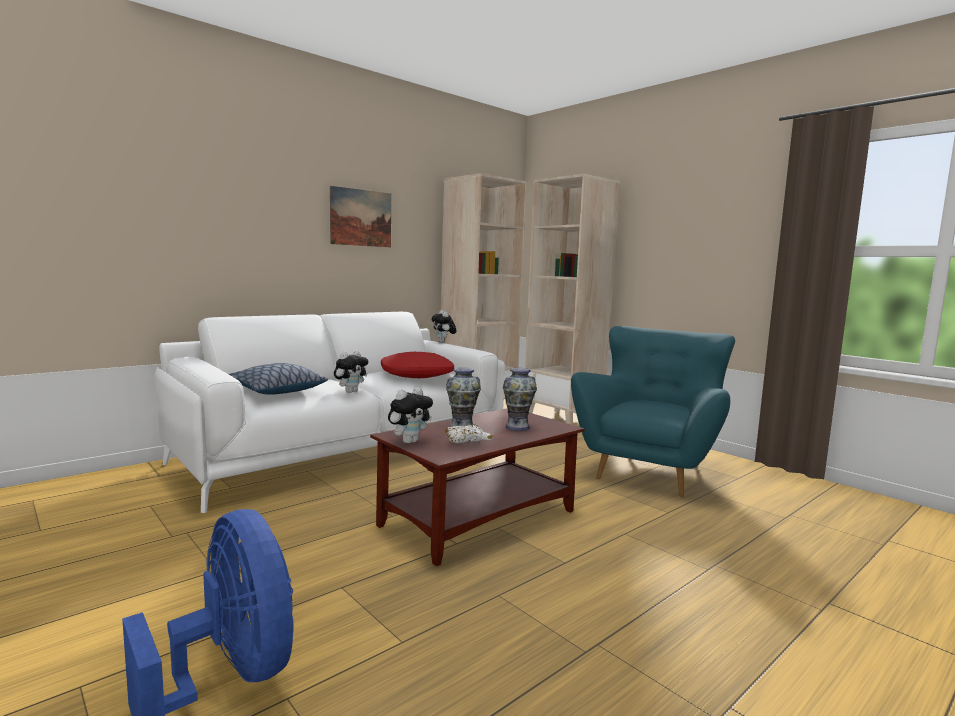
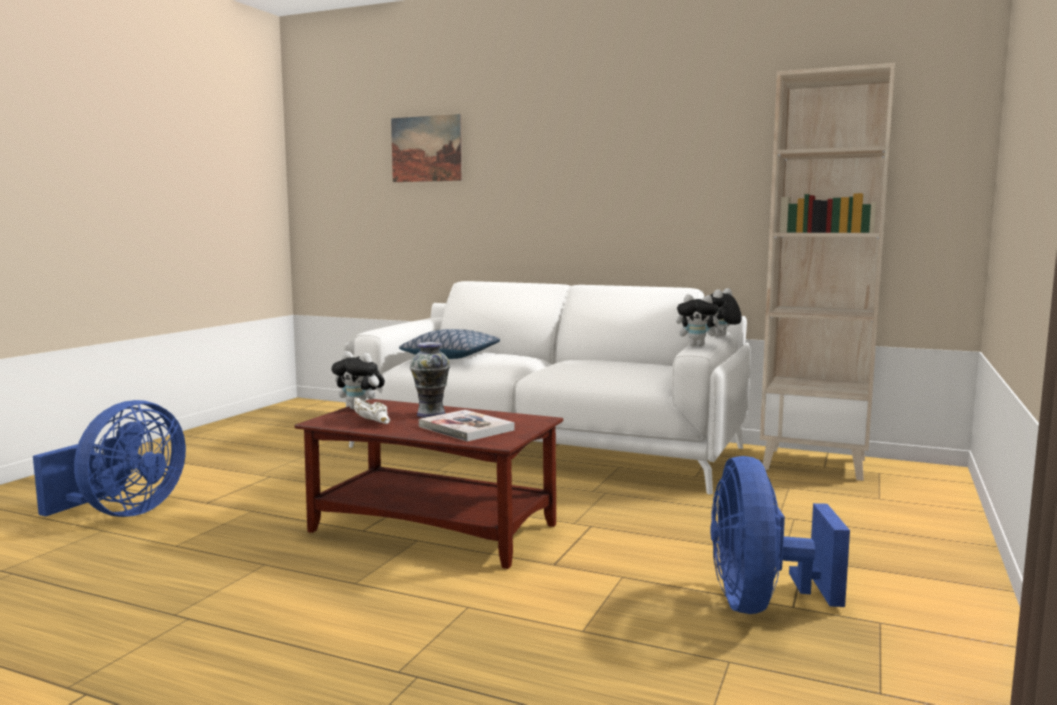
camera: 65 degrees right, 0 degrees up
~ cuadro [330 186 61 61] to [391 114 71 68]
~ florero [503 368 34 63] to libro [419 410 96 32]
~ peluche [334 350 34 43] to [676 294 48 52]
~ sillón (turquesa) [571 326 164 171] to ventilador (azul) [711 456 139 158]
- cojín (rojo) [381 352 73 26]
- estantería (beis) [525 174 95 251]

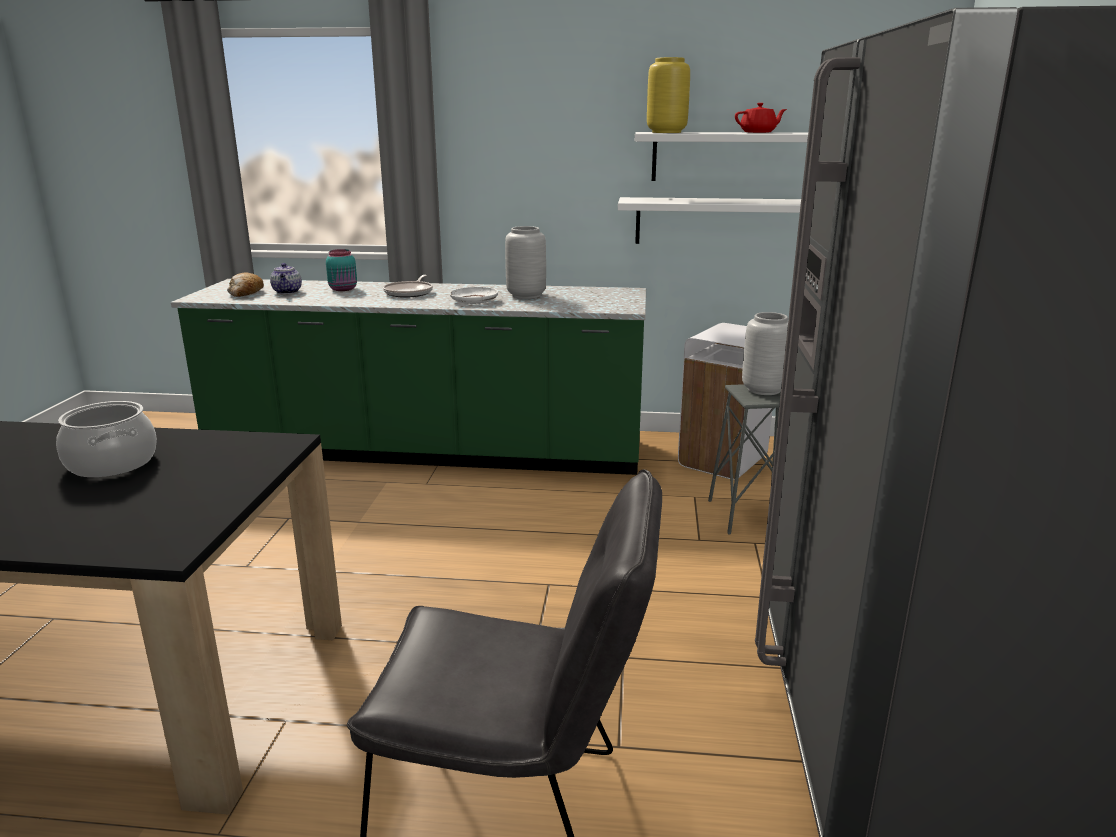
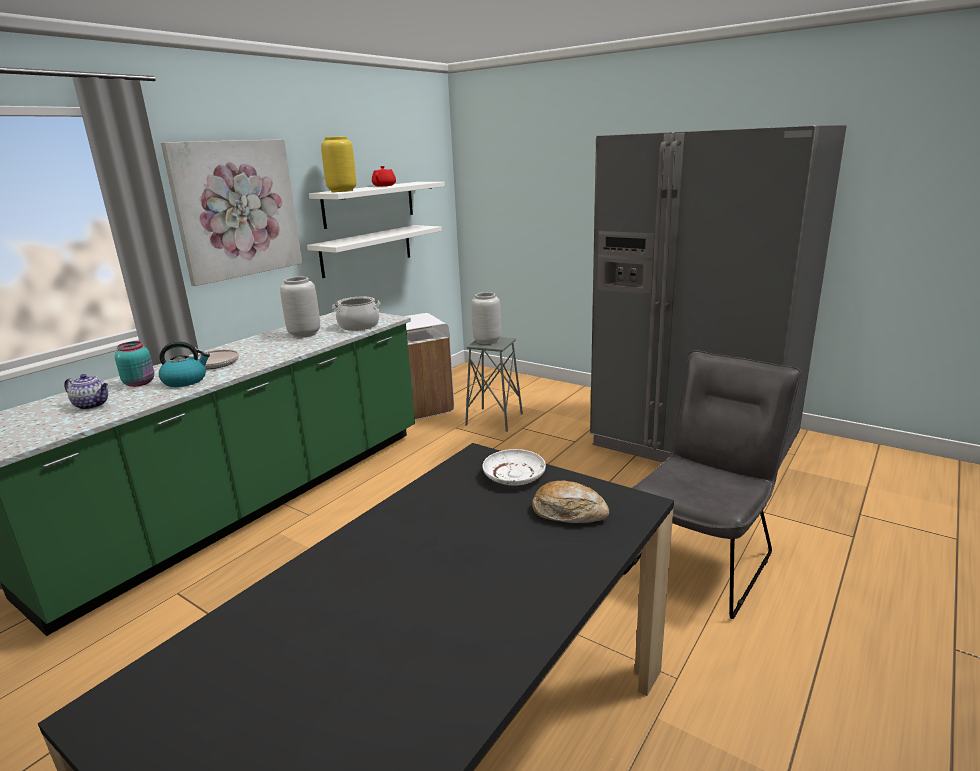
camera: 60 degrees left, 0 degrees up
+ hervidor [159 341 51 46]
+ cuadro [161 139 141 147]
~ olla [56 401 101 76] to [332 297 49 34]
~ plato (blanco) [450 287 48 17] to [483 449 63 36]
~ pan [227 273 37 24] to [532 480 77 43]

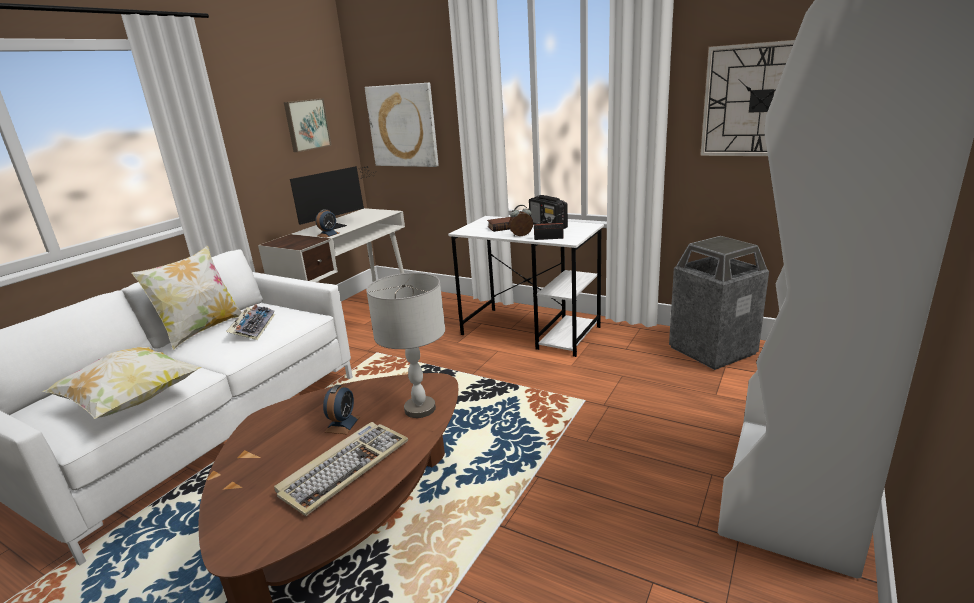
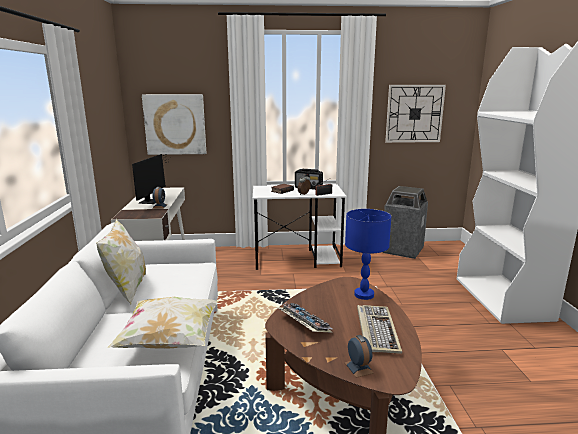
camera: 35 degrees left, 5 degrees down
~ teclado [226 304 49 36] to [277 303 57 30]
~ despertador [323 385 37 49] to [344 335 30 43]
~ lámpara de mesa (gris) [366 273 79 145] to lámpara de mesa (azul) [345 209 46 91]
- cuadro [284 98 48 54]

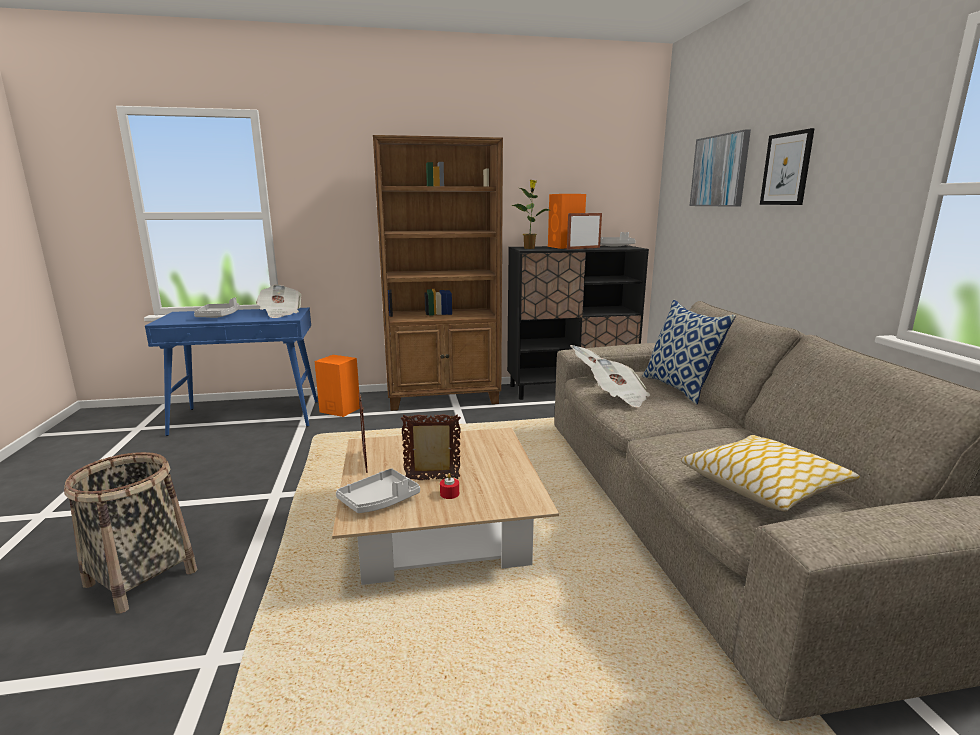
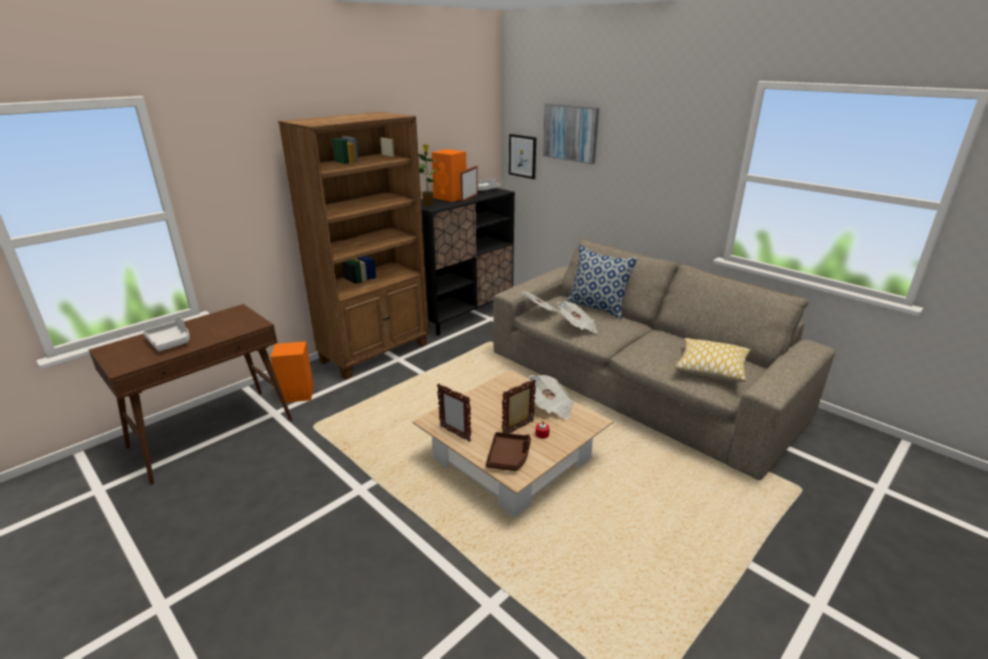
camera: 35 degrees left, 10 degrees up
~ mesa consola (azul) [145 308 173 128] to mesa consola (marrón) [89 304 203 180]
~ bandeja (gris) [336 468 84 45] to bandeja (marrón) [486 432 45 39]
~ cuadro [760 128 55 77] to [509 134 27 45]
~ periódico [256 285 46 33] to [529 375 45 44]
- cesta [64 452 133 162]

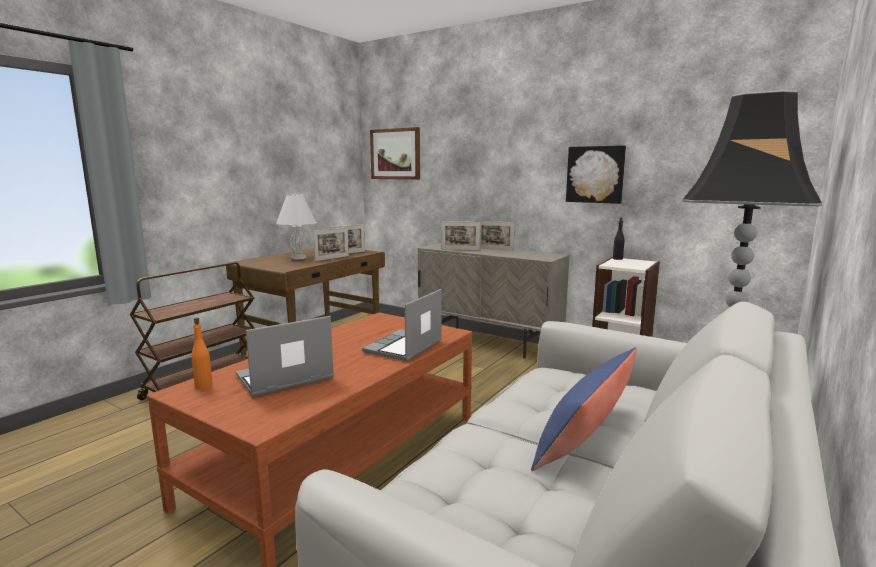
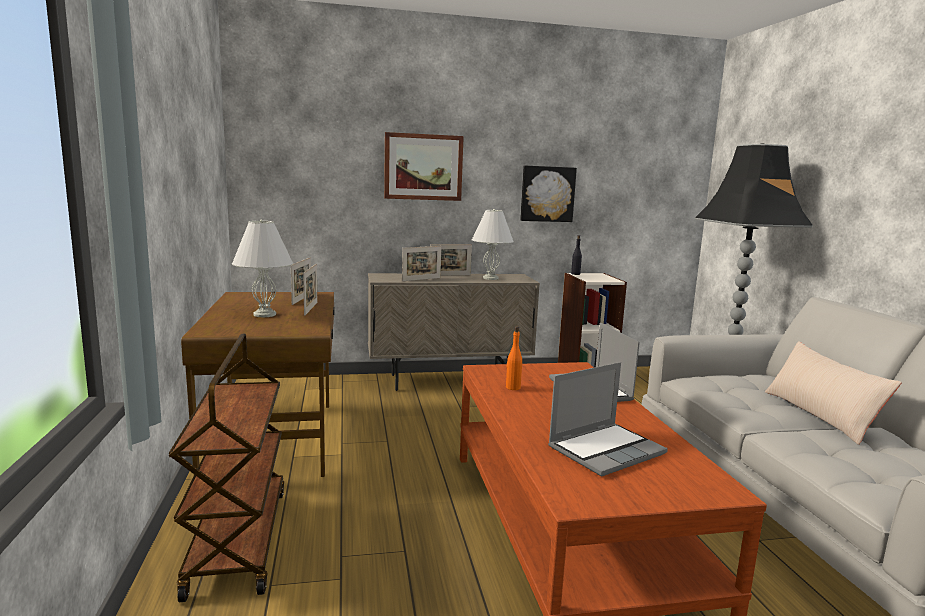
camera: 45 degrees left, 0 degrees up
~ cuadro [370 127 50 53] to [384 132 80 69]
+ lámpara de mesa (blanco) [472 209 42 71]
~ botella (naranja) [191 318 22 72] to [506 326 16 64]
~ portátil [236 316 98 81] = [548 362 120 115] 135 degrees counterclockwise
~ cojín (azul) [531 347 106 124] to cojín (beis) [765 341 137 104]

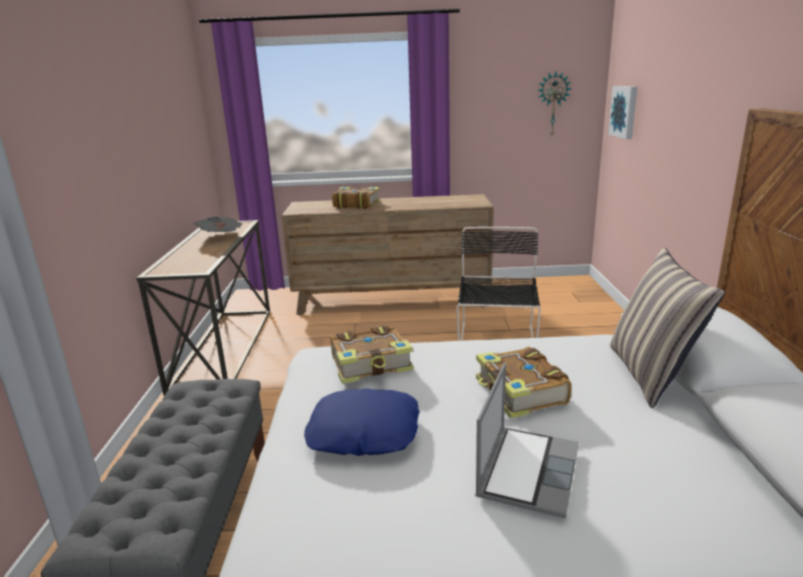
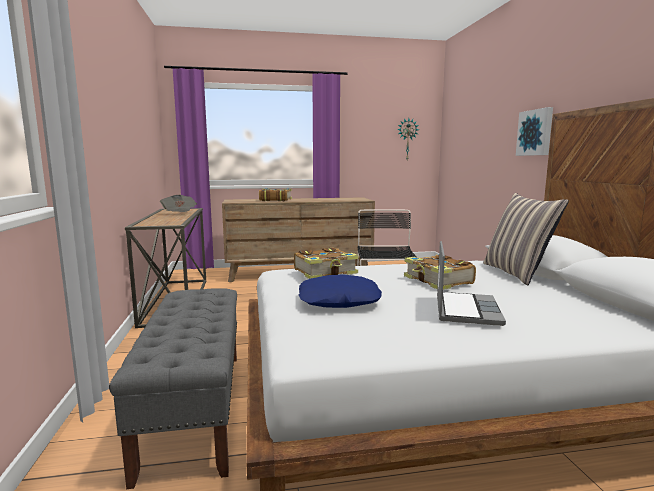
camera: 10 degrees left, 10 degrees down
~ cuadro [608 86 30 53] to [516 107 37 49]

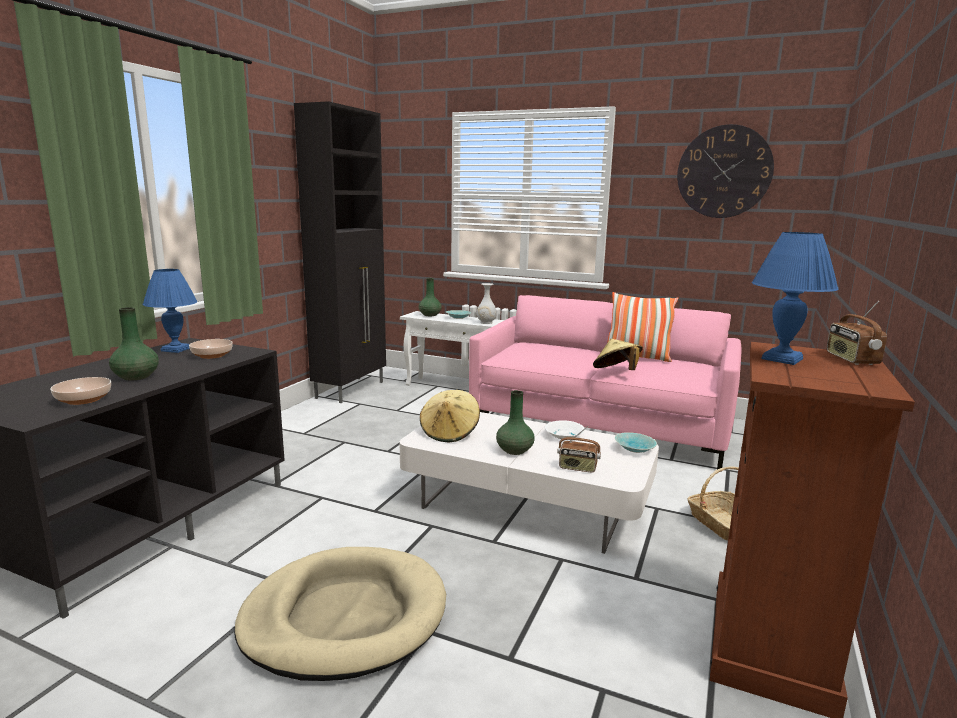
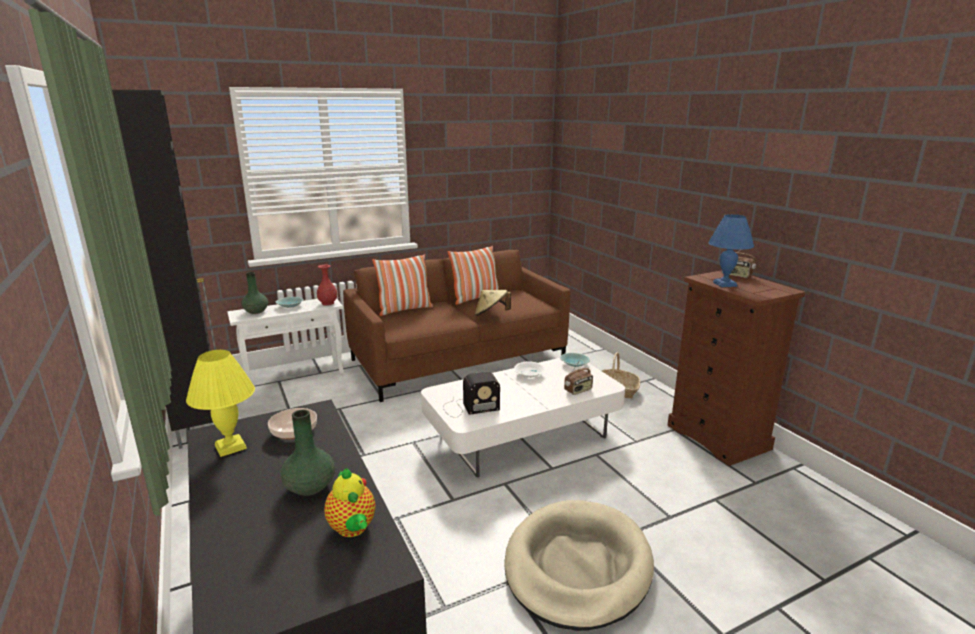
camera: 50 degrees left, 5 degrees up
~ lámpara de mesa (azul) [143 269 55 84] to lámpara de mesa (amarillo) [186 350 69 107]
~ florero (blanco) [477 283 20 41] to florero (rojo) [317 265 20 41]
~ cuenco [50 377 61 28] to tetera [324 468 52 69]
~ sofá (rosa) [469 295 273 177] to sofá (marrón) [343 250 228 152]
+ cojín [372 254 61 62]
~ sombrero (beis) [420 390 60 52] to radio [443 372 57 46]
- florero (verde) [496 390 39 65]
- reloj de pared [677 124 97 94]

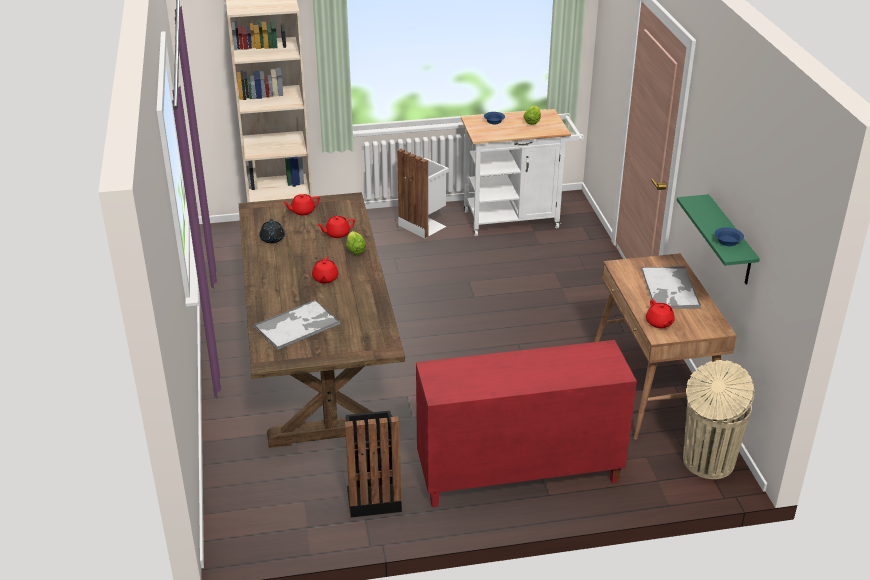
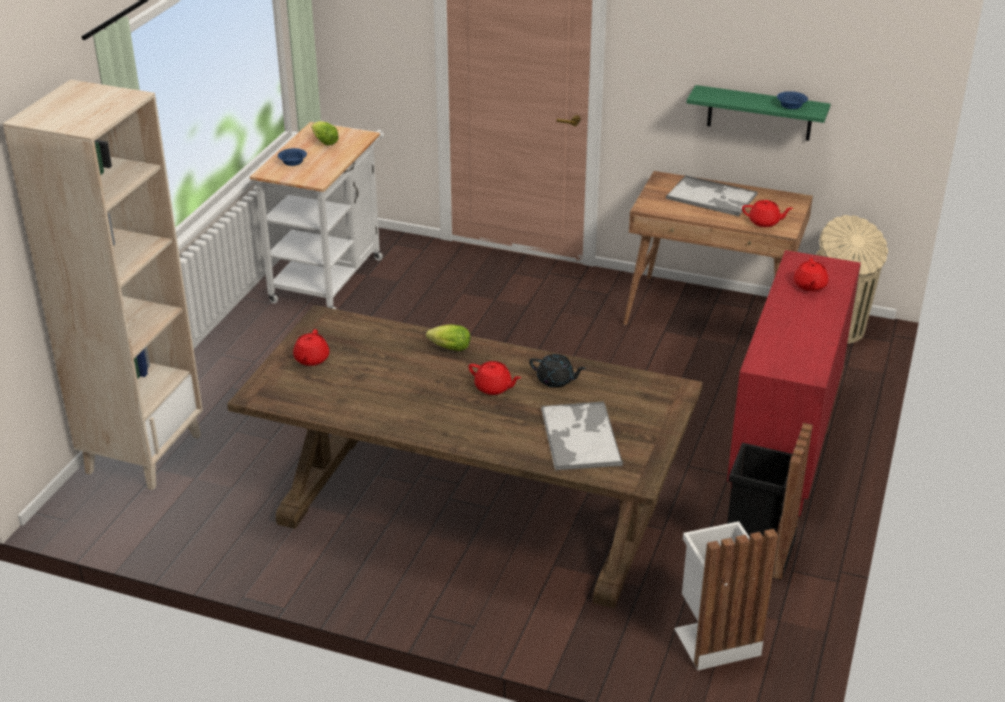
camera: 60 degrees left, 0 degrees up
~ tetera (negro) [260 219 25 24] to [529 354 57 34]
~ papelera (blanco) [397 149 52 89] to [674 521 105 149]
~ tetera (rojo) [317 216 38 22] to [794 258 34 33]

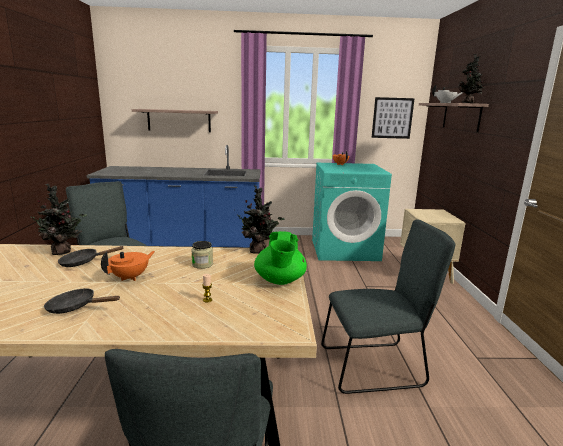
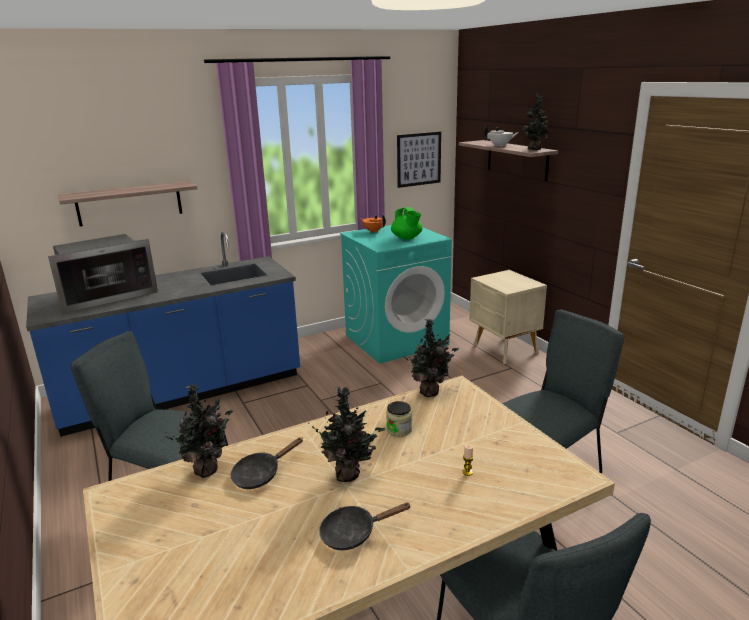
camera: 25 degrees left, 5 degrees up
+ microondas [48 234 110 80]
~ tetera (naranja) [101 251 54 30] to planta en maceta [308 387 77 95]
~ tetera (verde) [254 231 53 54] to [391 207 32 33]

